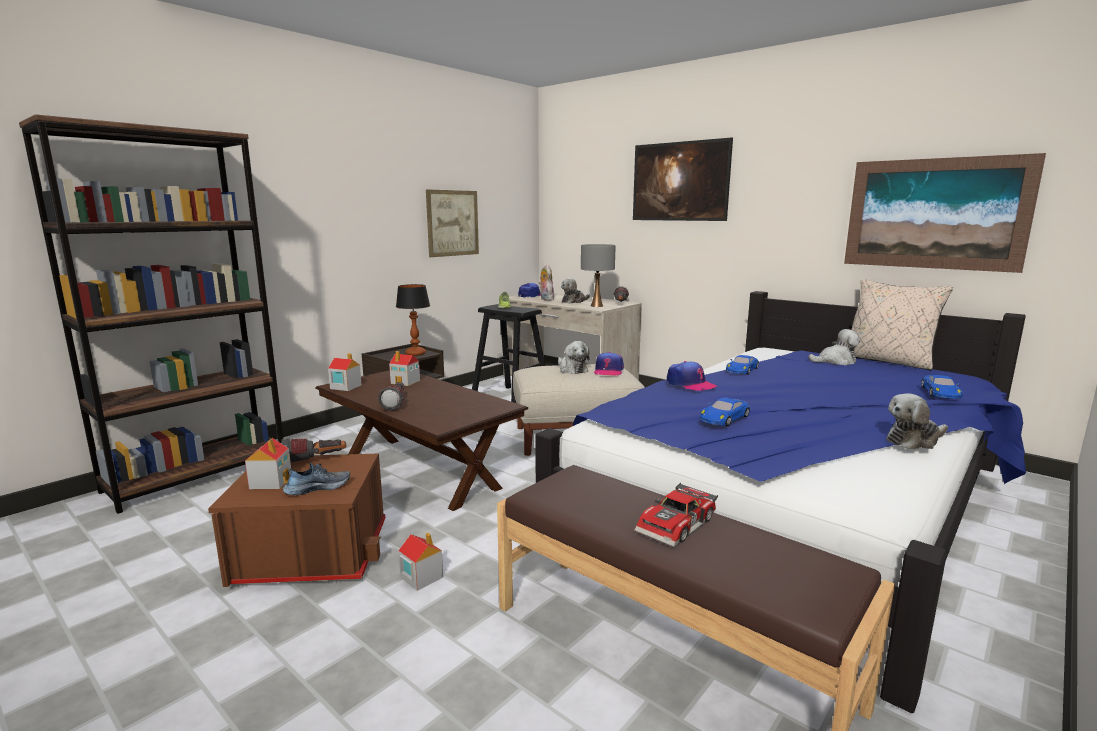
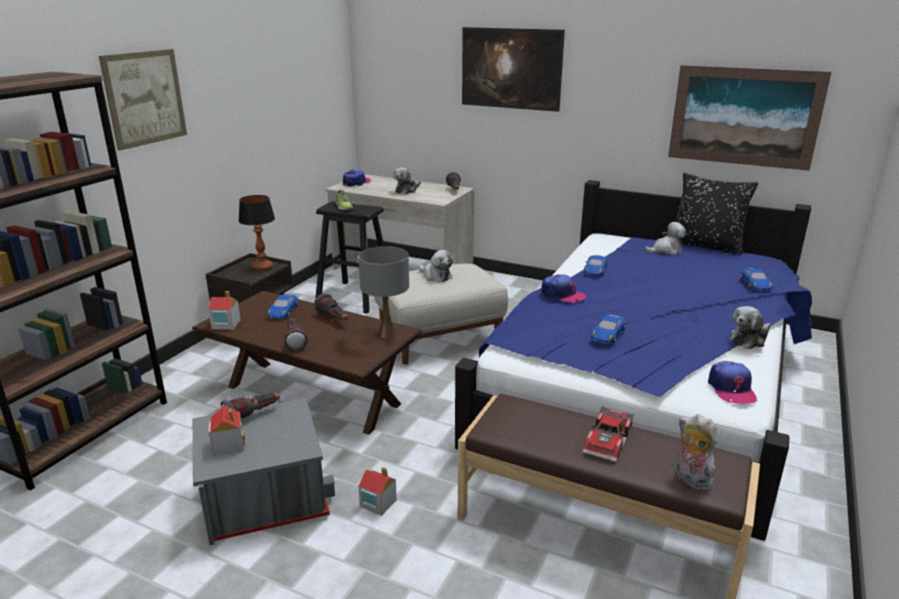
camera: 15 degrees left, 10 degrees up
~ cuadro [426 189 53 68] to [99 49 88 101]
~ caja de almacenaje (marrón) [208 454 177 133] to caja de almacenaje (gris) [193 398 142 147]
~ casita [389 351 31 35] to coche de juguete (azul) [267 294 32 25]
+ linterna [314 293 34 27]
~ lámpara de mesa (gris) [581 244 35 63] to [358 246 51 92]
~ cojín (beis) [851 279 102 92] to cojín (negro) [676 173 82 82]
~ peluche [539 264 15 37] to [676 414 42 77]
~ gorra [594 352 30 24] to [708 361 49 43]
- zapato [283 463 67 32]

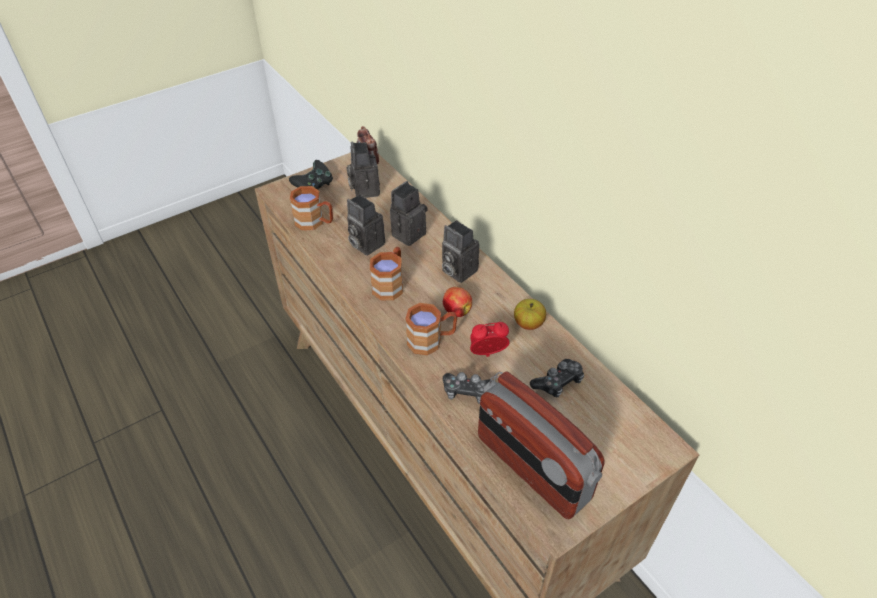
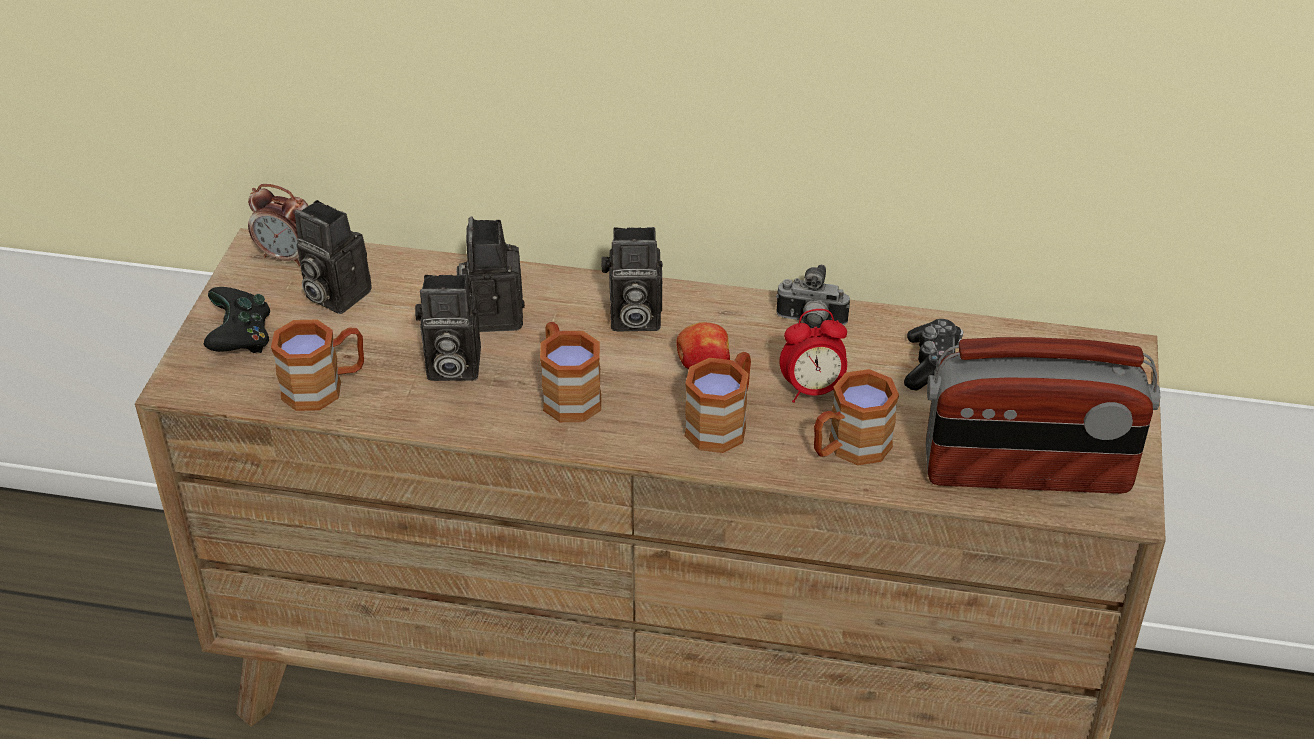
camera: 45 degrees left, 5 degrees down
~ manzana [514 299 32 31] to cámara [776 264 74 64]
~ despertador [470 322 39 35] = [779 309 68 94] 135 degrees counterclockwise
~ mando de consola [443 372 47 32] to taza grande (marrón) [814 369 85 96]

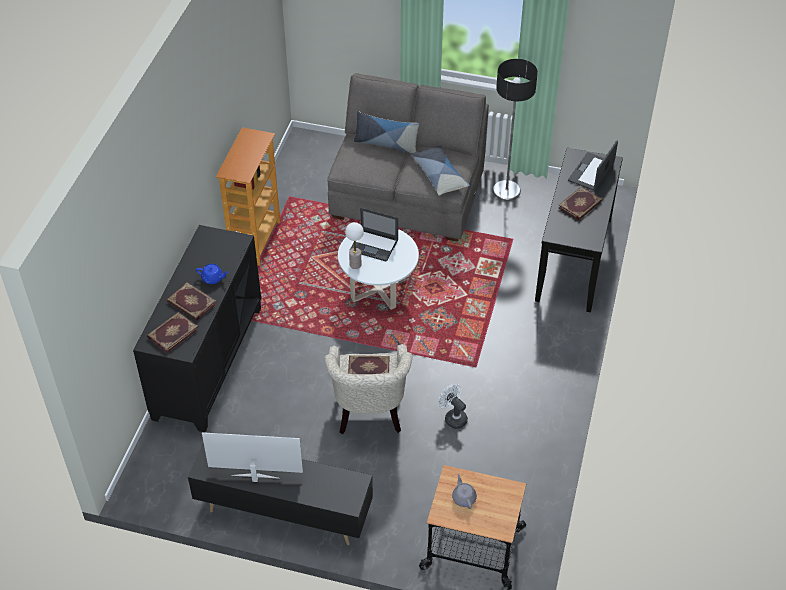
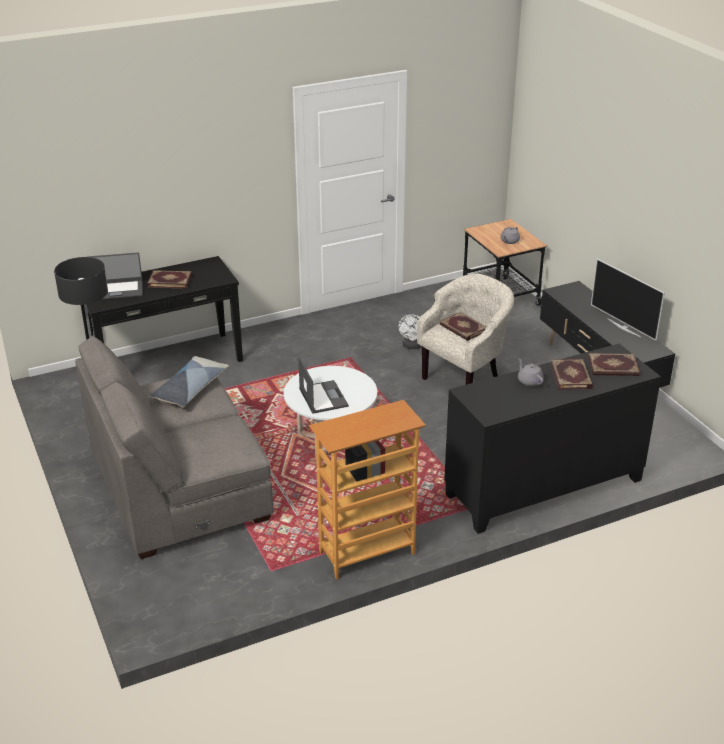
camera: 130 degrees left, 15 degrees down
~ tetera (azul) [196 264 33 20] to tetera (gris) [518 358 26 29]
- lámpara de mesa [345 222 19 47]
- cojín [354 111 65 42]

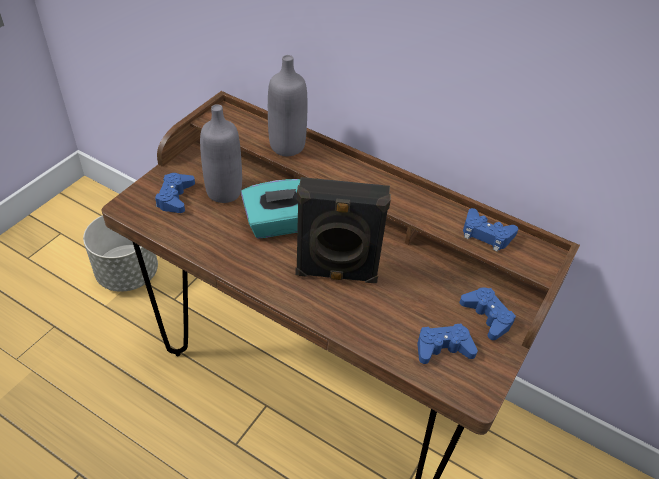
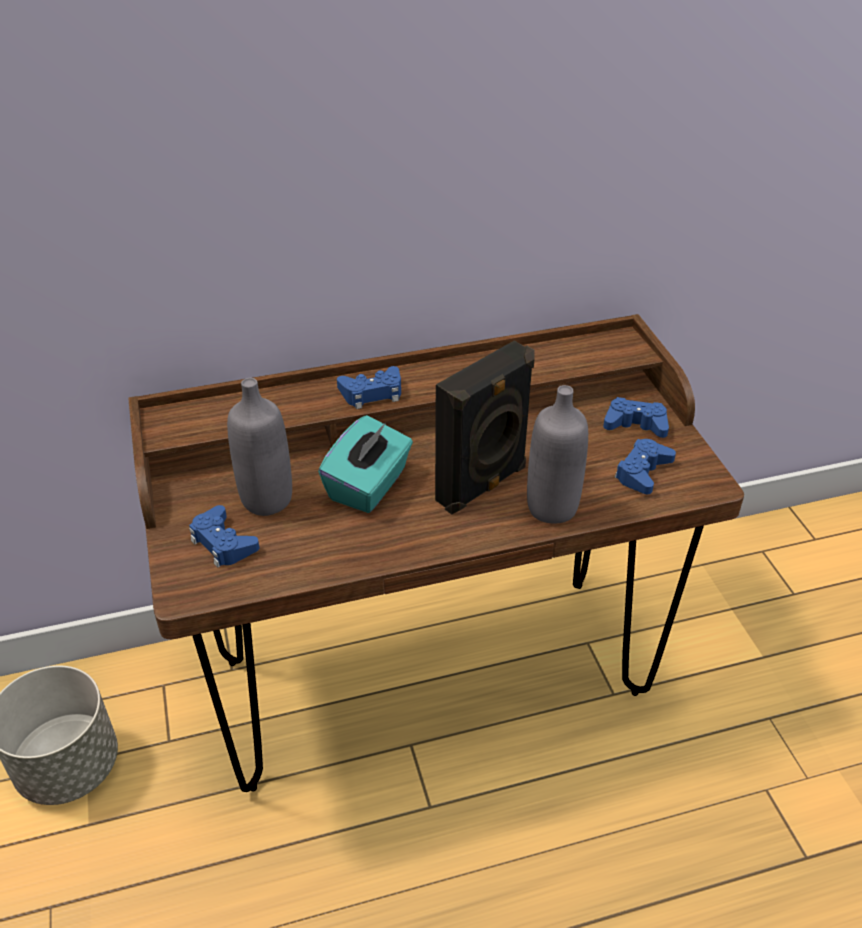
camera: 45 degrees left, 5 degrees down
~ mando de consola (azul) [463 208 55 44] to [337 366 64 43]
~ botella (gris) [268 55 39 101] to [527 385 61 139]

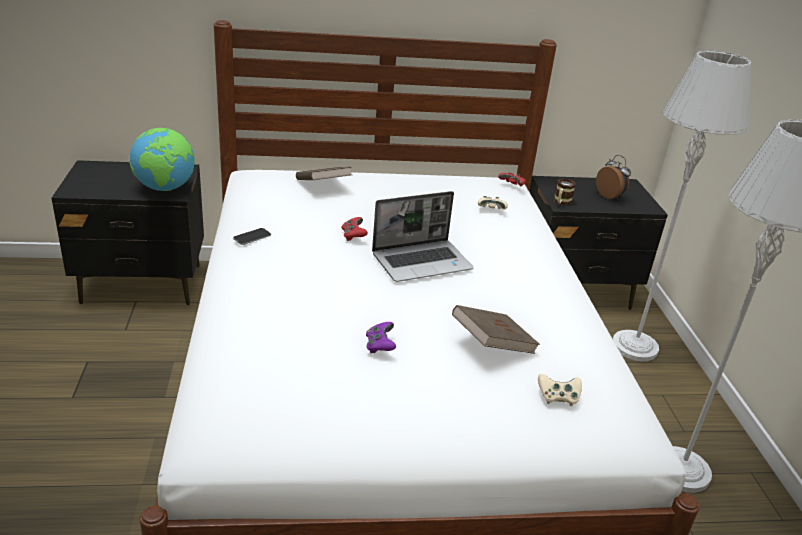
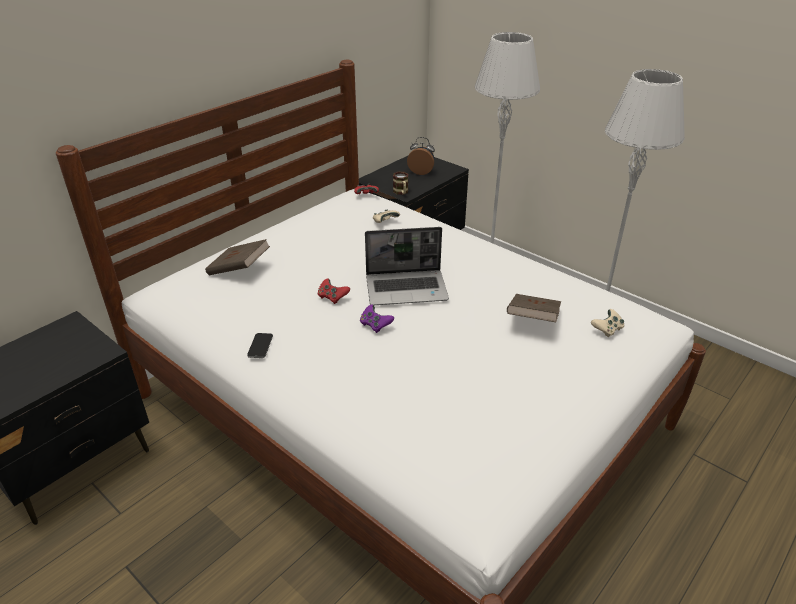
camera: 40 degrees left, 5 degrees up
~ mando de consola (morado) [366 322 30 31] to [360 305 34 28]
~ portátil [372 191 101 91] = [365 227 84 78] 60 degrees clockwise
- globo terráqueo [129 128 66 63]

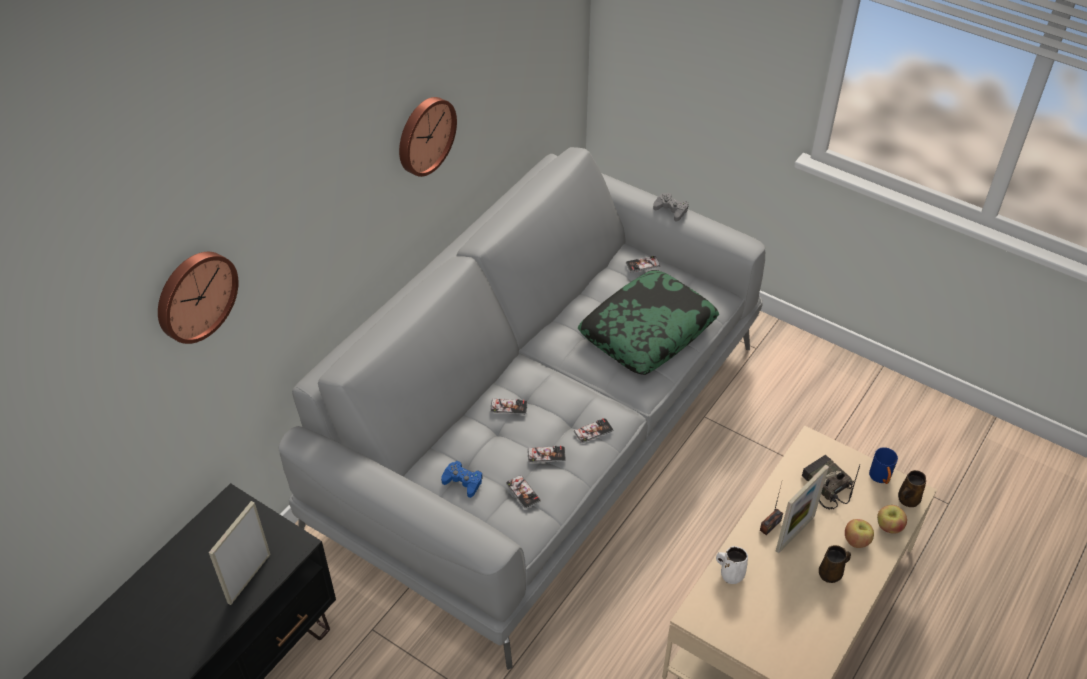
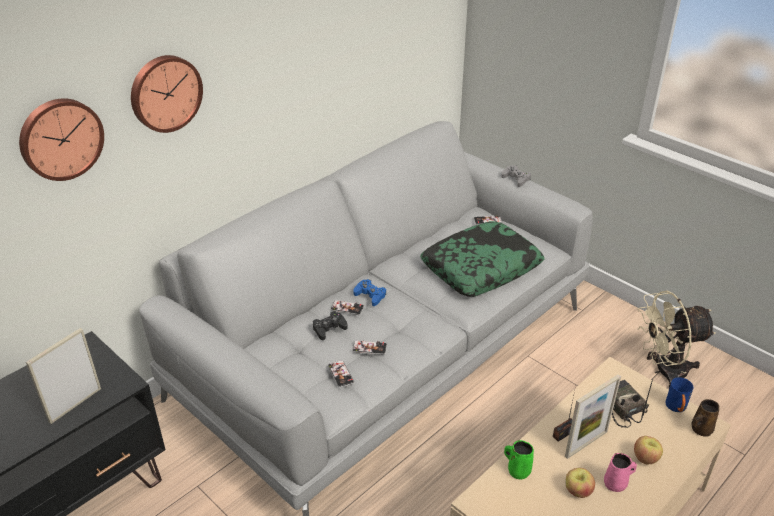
camera: 10 degrees right, 10 degrees down
~ reloj de pared [399 97 58 80] to [131 55 72 78]
+ mando de consola (negro) [313 311 35 29]
~ mando de consola (azul) [441 461 42 37] to [353 279 33 27]
~ taza grande (blanco) [716 546 32 38] to taza grande (verde) [504 440 30 39]
~ manzana [877 505 30 29] to [565 468 30 30]
~ taza grande (marrón) [819 545 32 38] to taza grande (rosa) [604 453 33 39]
+ ventilador (beis) [637 290 79 98]
- móvil [574 418 39 25]

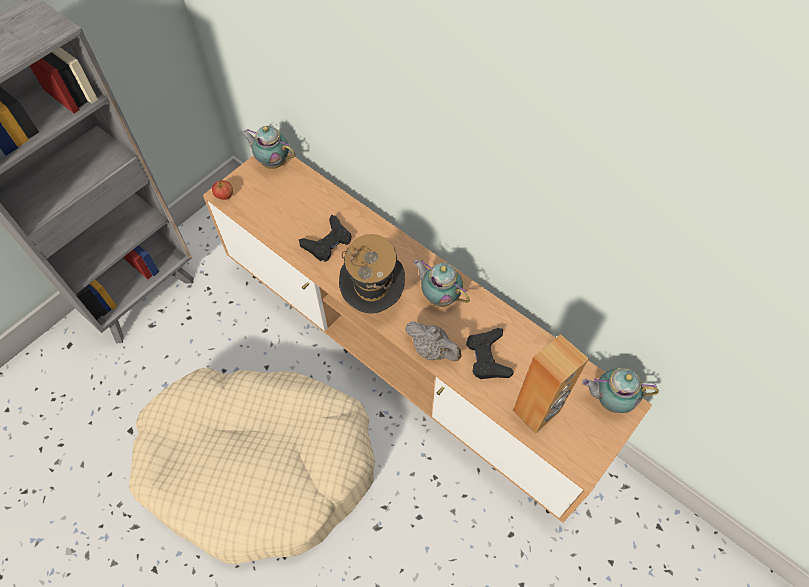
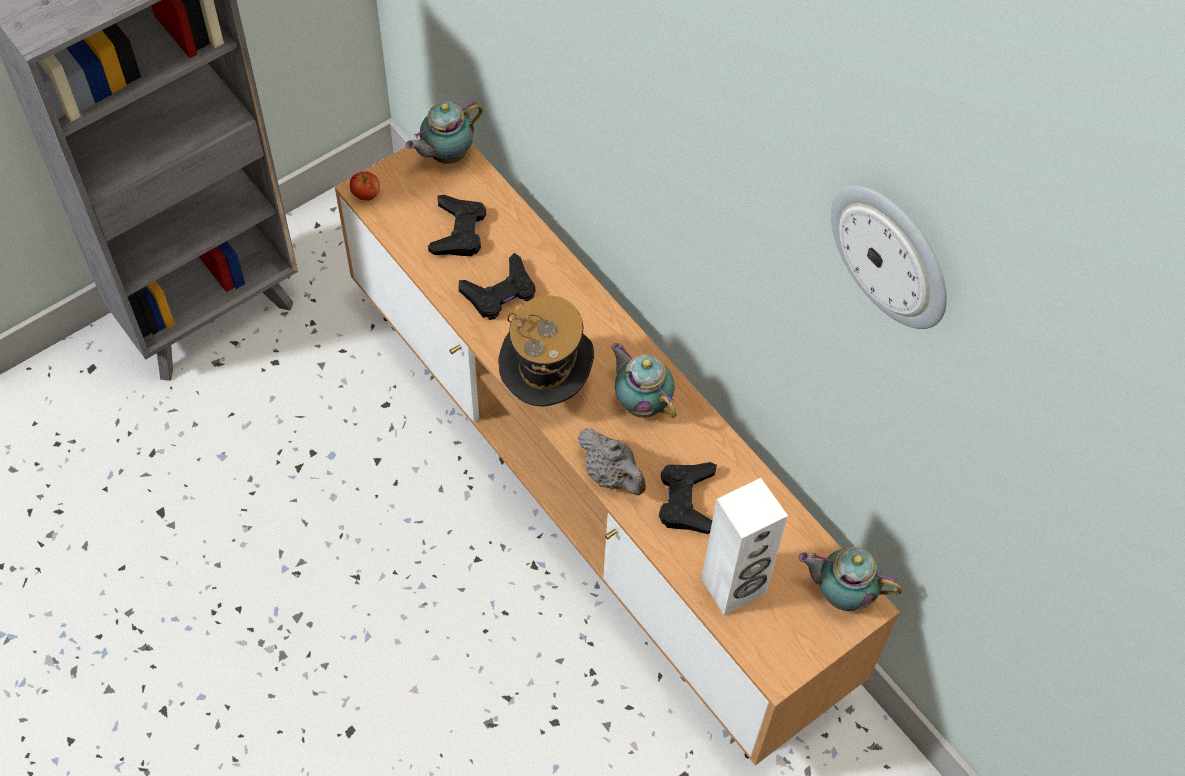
camera: 10 degrees right, 0 degrees up
~ tetera [241 126 55 43] = [406 100 77 64] 75 degrees counterclockwise
+ mando de consola (negro) [428 195 58 61]
~ altavoz (marrón) [513 334 76 99] to altavoz (blanco) [701 478 87 137]
+ reloj de pared [831 185 116 144]
- cama para perro (beis) [129 368 247 196]

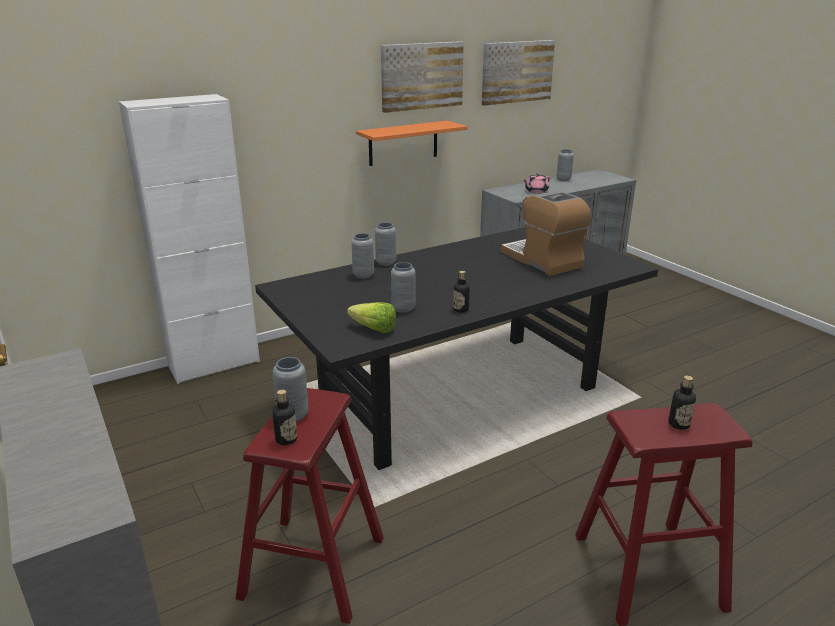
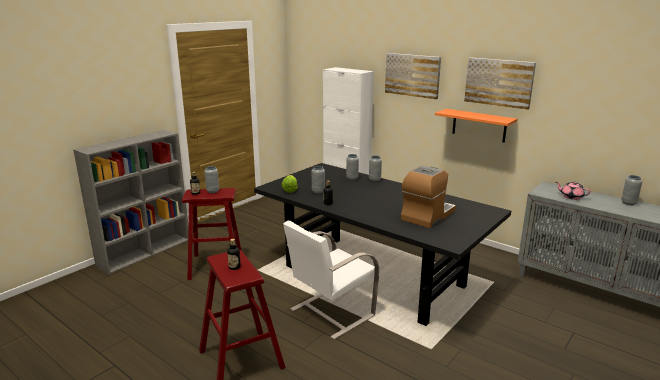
camera: 70 degrees right, 5 degrees down
+ silla (blanco) [283 221 96 119]
~ cuadro [481 40 74 66] to [385 53 56 46]

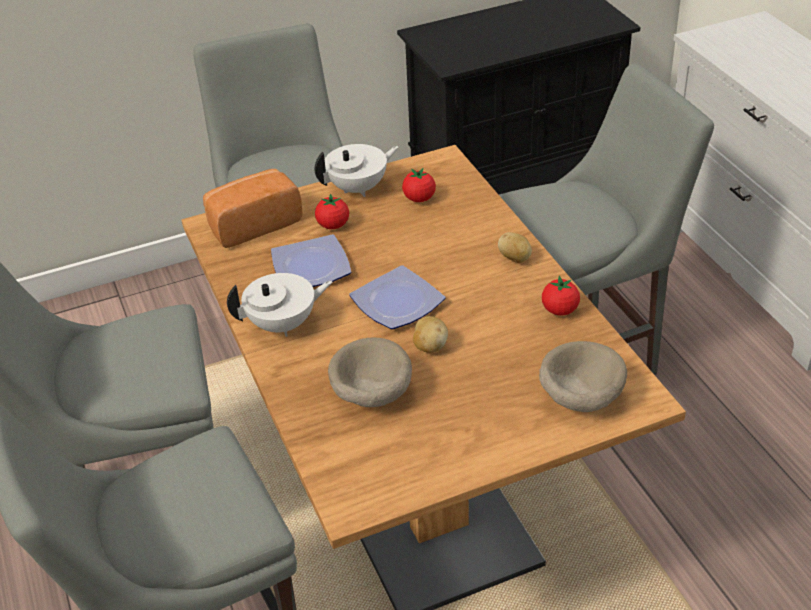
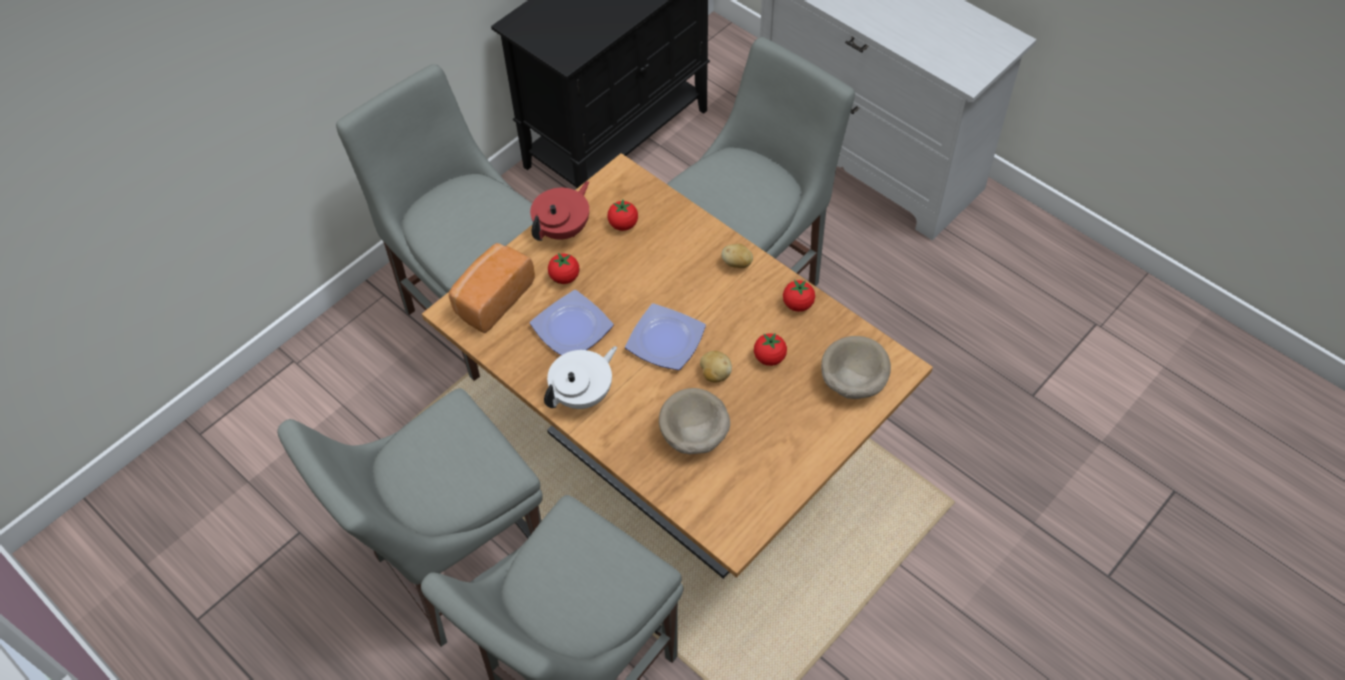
camera: 25 degrees left, 15 degrees up
~ tetera (blanco) [314 144 85 53] to tetera (rojo) [530 181 59 60]
+ tomate [754 333 33 33]

